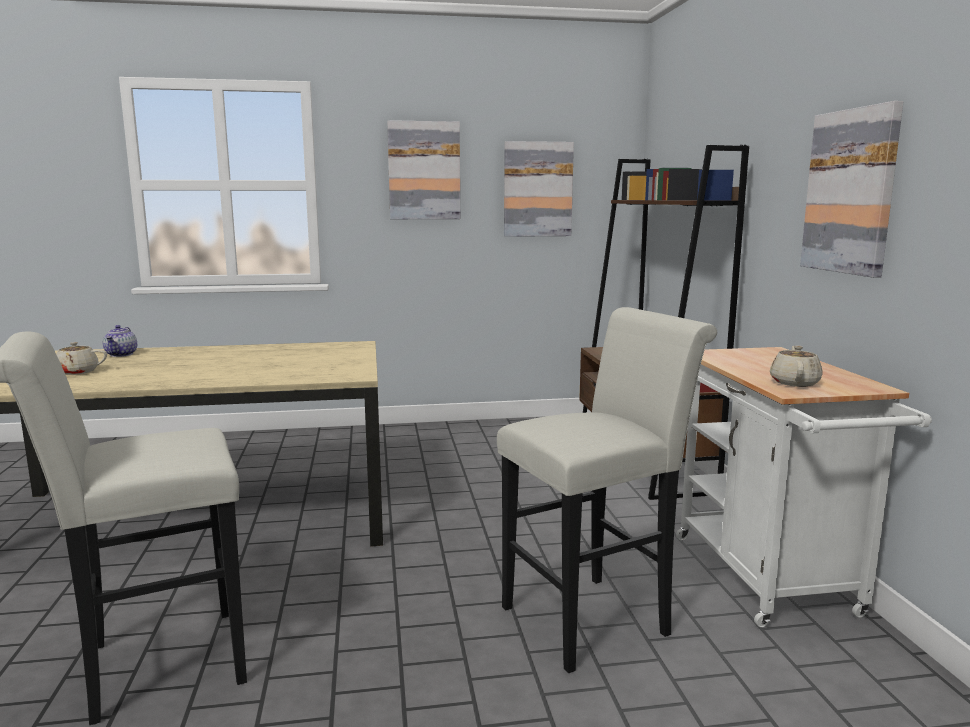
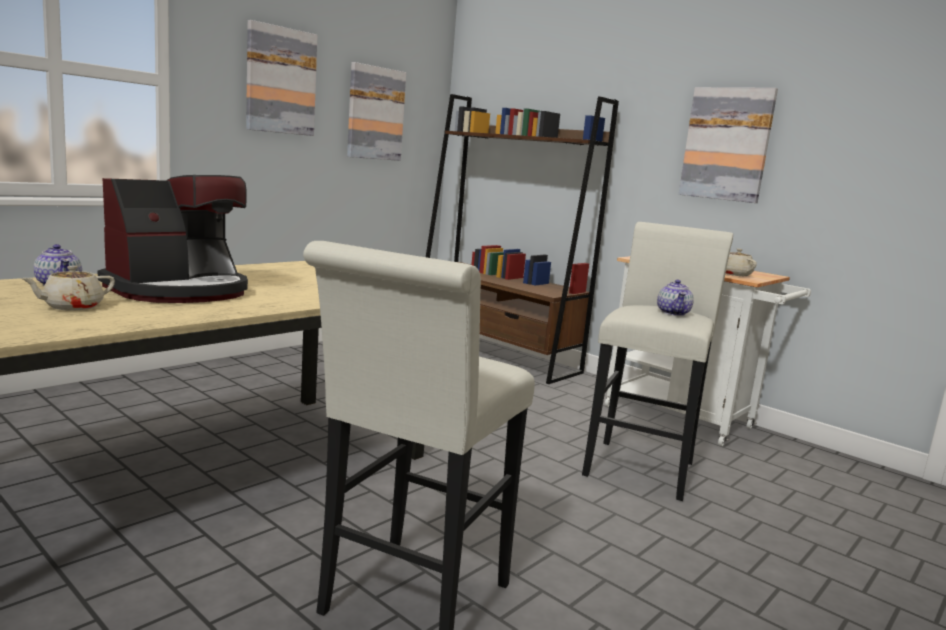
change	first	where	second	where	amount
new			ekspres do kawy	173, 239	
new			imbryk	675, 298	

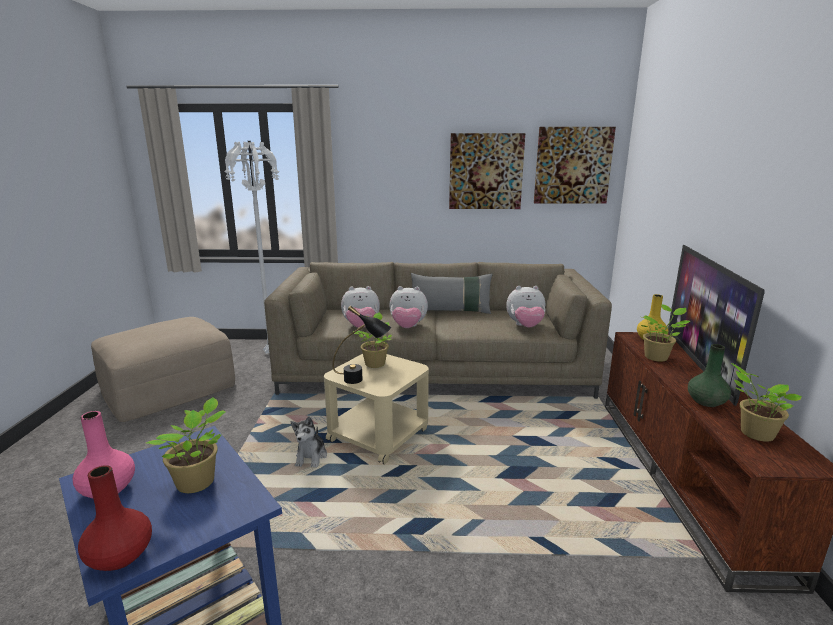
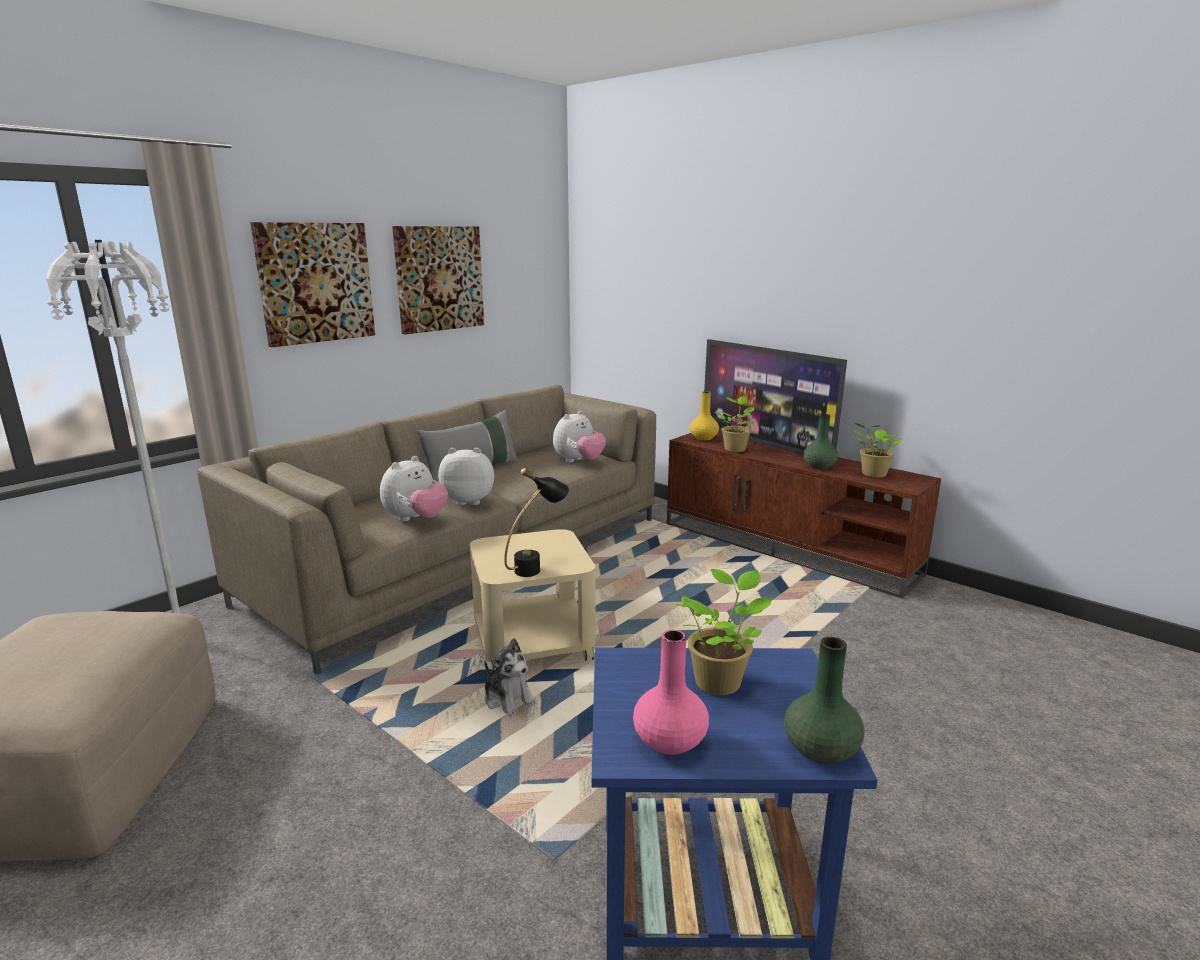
change	first	where	second	where	amount
gone	roślina doniczkowa	372, 340			
shifted	obraz	575, 165		312, 284	
repainted	wazon/czerwony	115, 518	wazon/zielony	824, 700	
rotated	pluszak	408, 307		466, 476	135 degrees counterclockwise

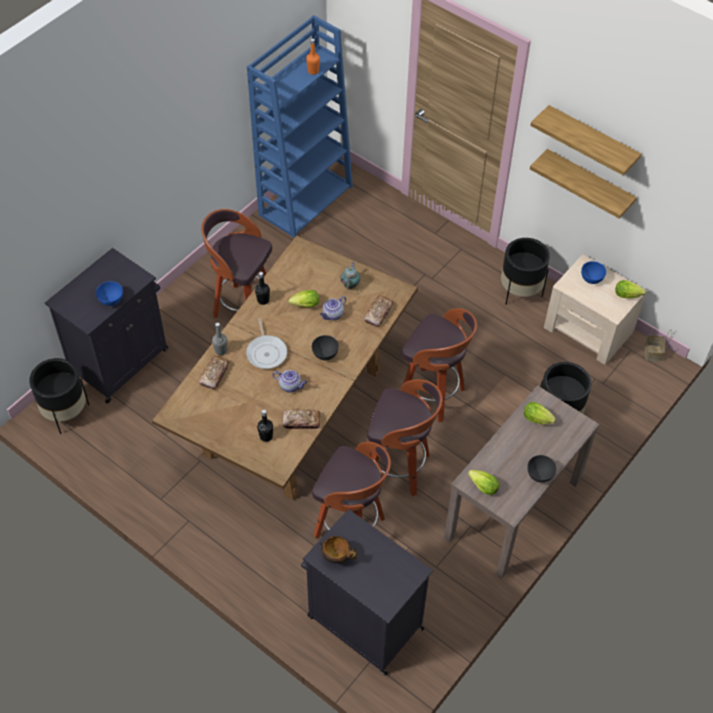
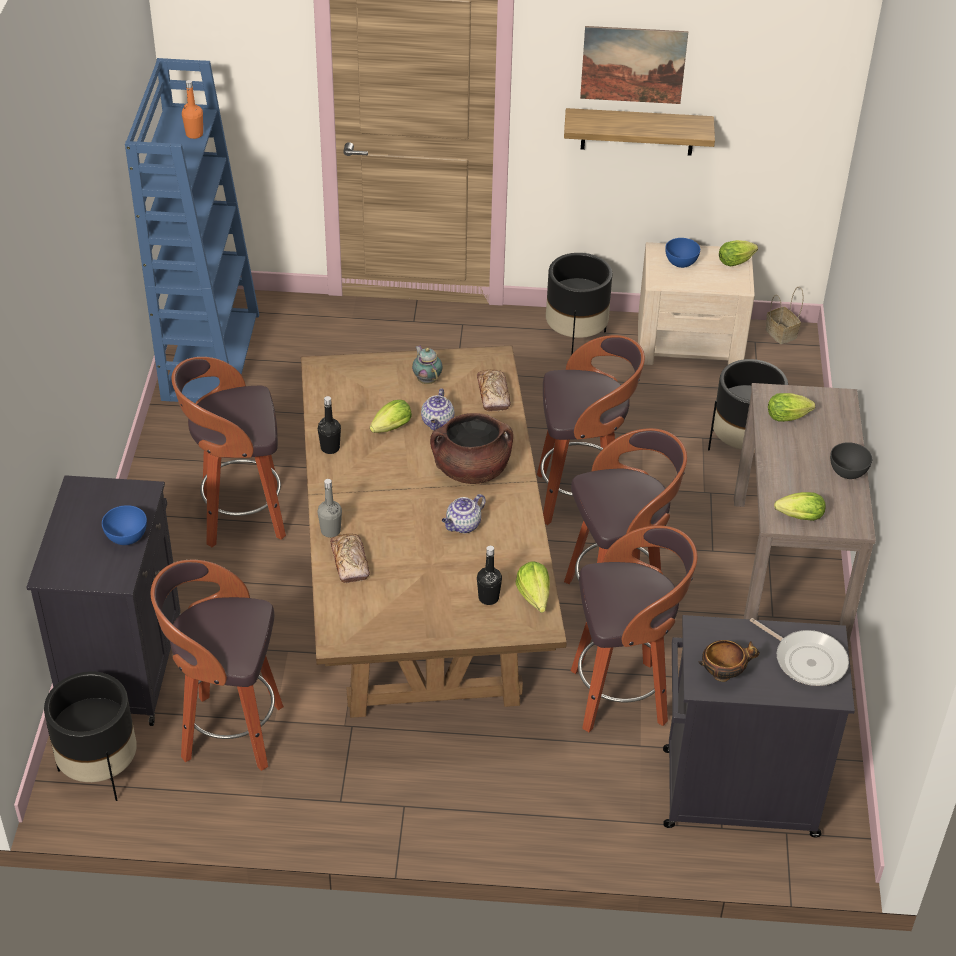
change	first	where	second	where	amount
gone	chleb	302, 419			
new			stołek	217, 665	
new			sałata	533, 587	
shifted	patelnia	266, 343		799, 652	
swapped	miska/szary	325, 347	garnek/brązowy	471, 448	
swapped	półka	585, 140	obraz	634, 65	
rotated	imbryk	290, 381		464, 513	150 degrees clockwise

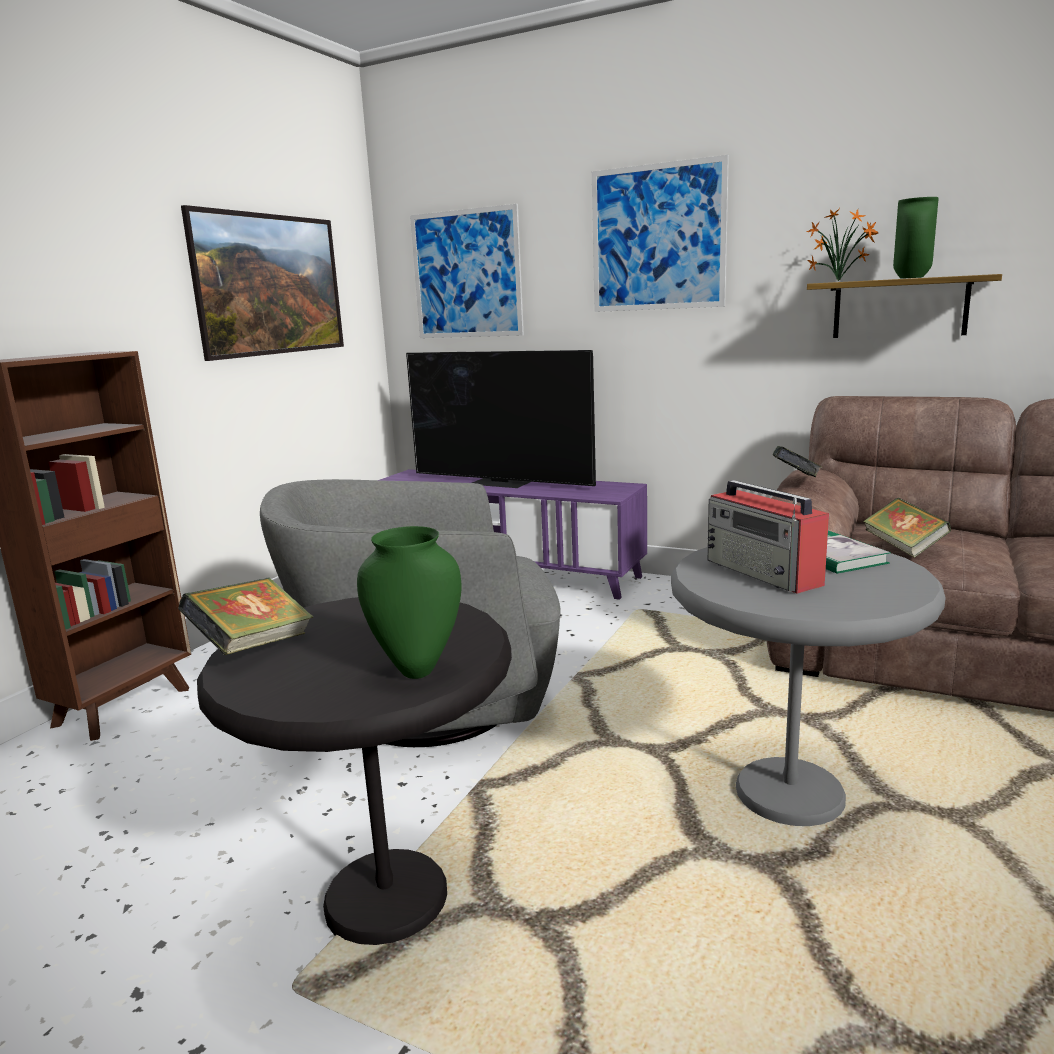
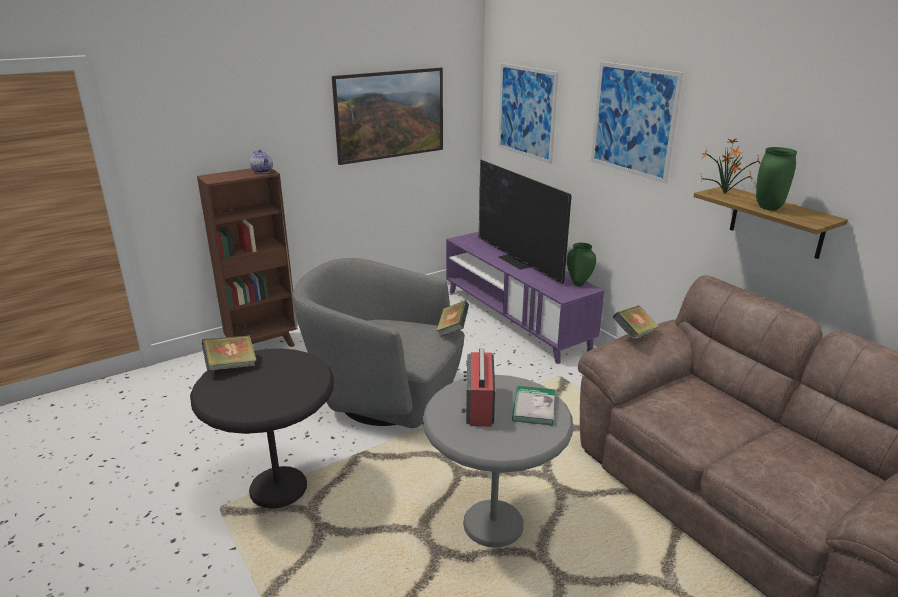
change	first	where	second	where	amount
new			imbryk	261, 161	
shifted	wazon/zielony	409, 602		581, 264	
shifted	książka	907, 528		453, 319	

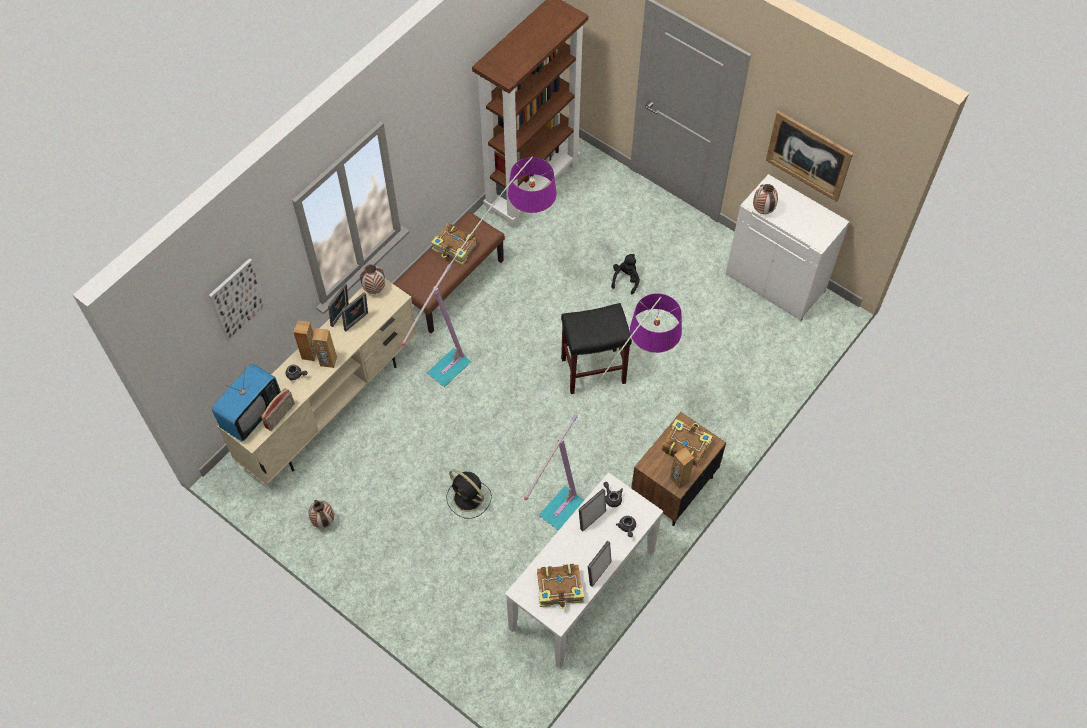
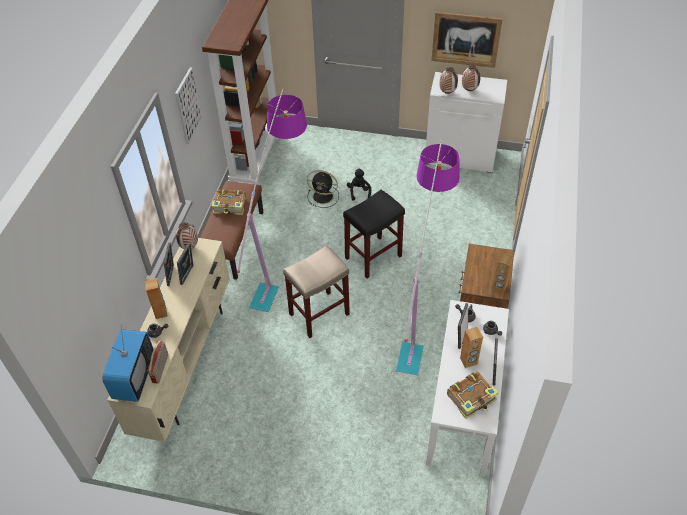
change	first	where	second	where	amount
gone	książka	687, 443			
new			stołek/beżowy	316, 291	
shifted	obraz	238, 300		188, 105	
shifted	wazon	321, 514		471, 78	
shifted	głośnik/brązowy	324, 348		471, 347	
shifted	wentylator/czarny	469, 494		323, 189	

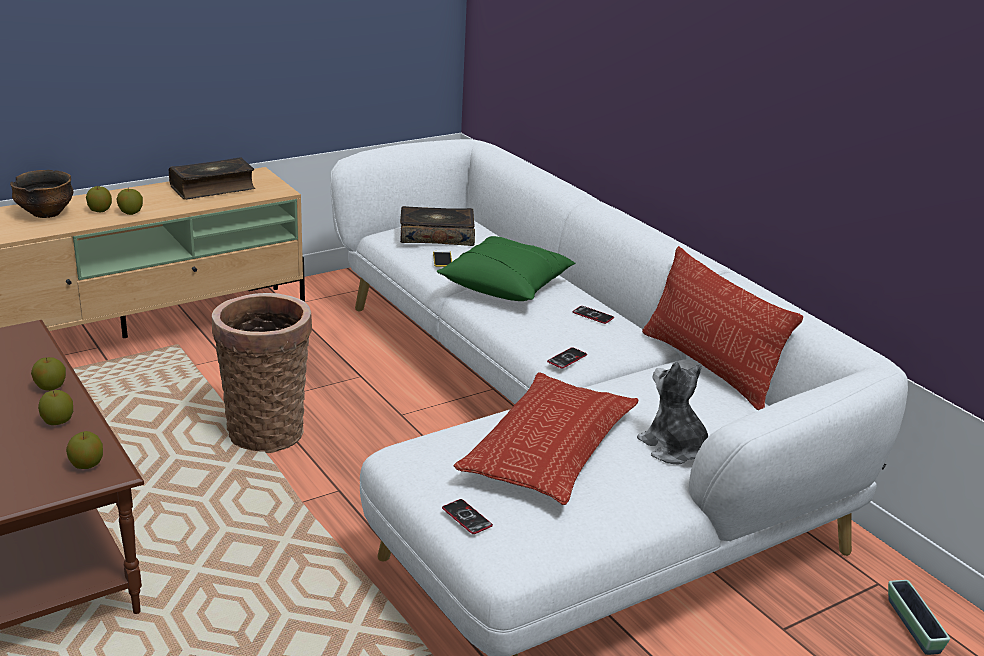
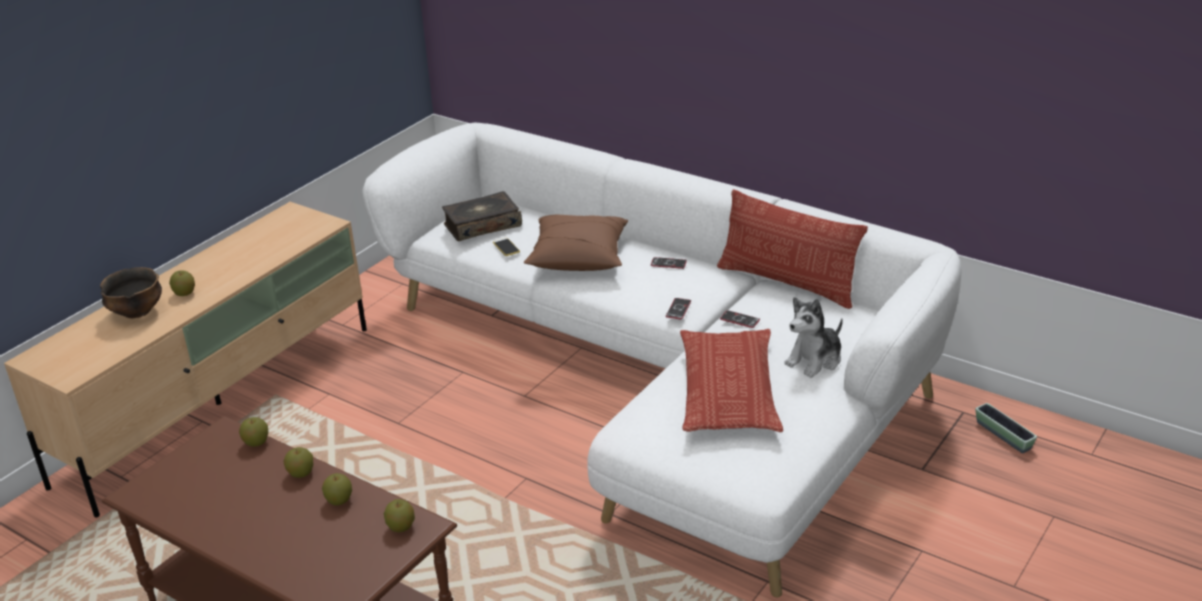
change	first	where	second	where	amount
gone	książka	212, 178			
gone	koszyk	262, 373			
shifted	jabłko	129, 201		253, 432	
shifted	telefon	467, 516		740, 319	
repainted	poduszka/zielony	506, 268	poduszka/brązowy	576, 242	
rotated	pluszak	672, 412		813, 337	75 degrees counterclockwise

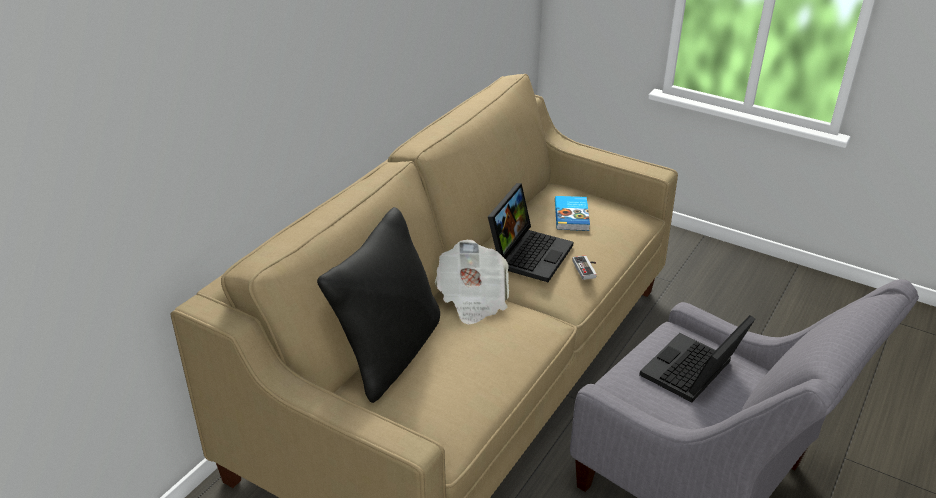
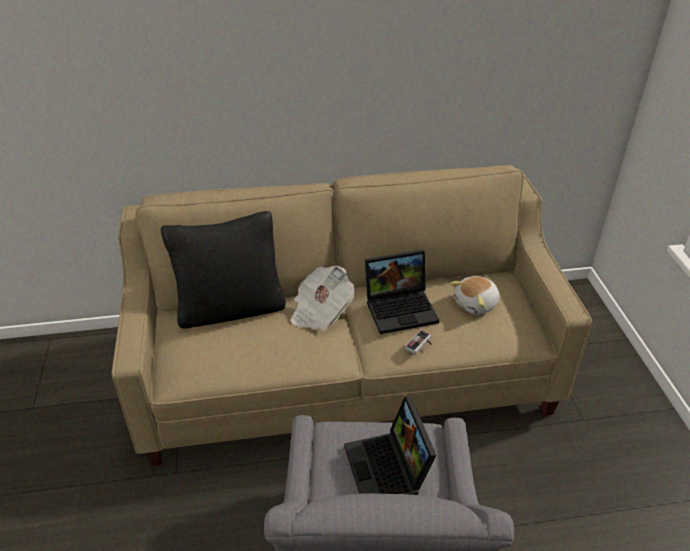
change	first	where	second	where	amount
swapped	książka	572, 213	pluszak	475, 295	
rotated	laptop	697, 358		390, 445	105 degrees counterclockwise

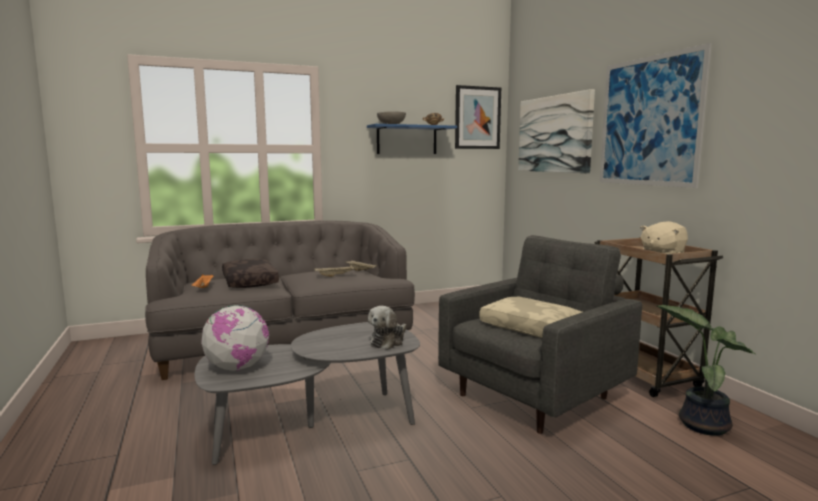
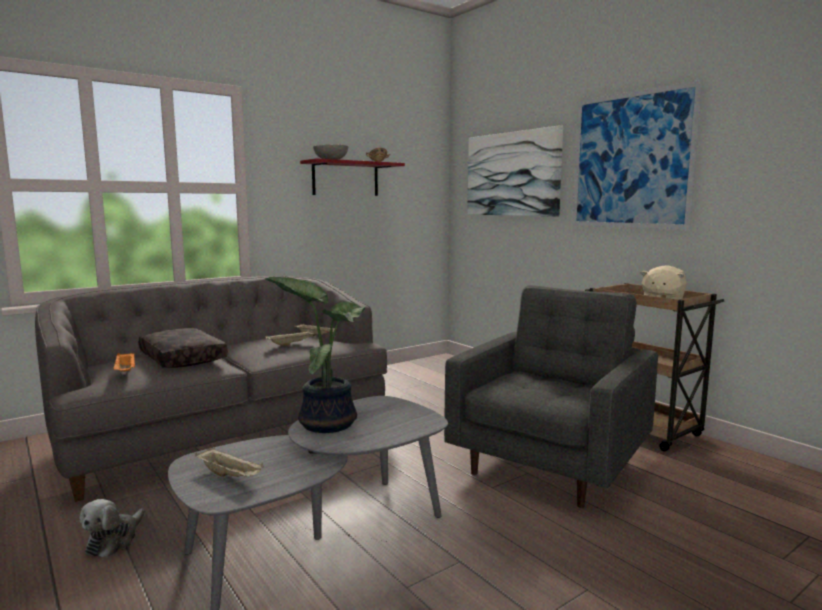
change	first	where	second	where	amount
gone	obraz	478, 117			
gone	poduszka/beżowy	530, 317			
shifted	pluszak	387, 328		112, 528	
shifted	roślina doniczkowa	706, 370		314, 354	
swapped	globus	235, 338	taca/beżowy	229, 462	
repainted	półka/niebieski	412, 139	półka/czerwony	352, 177	

